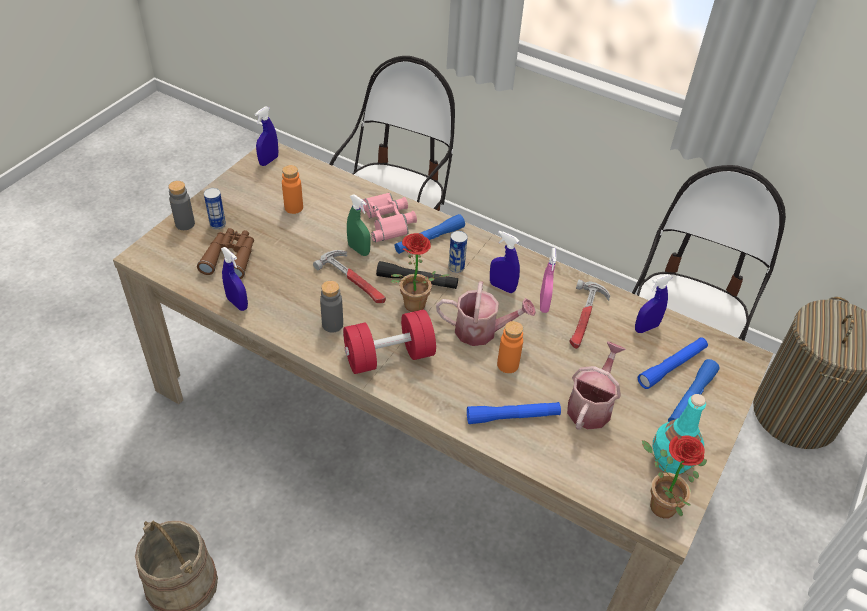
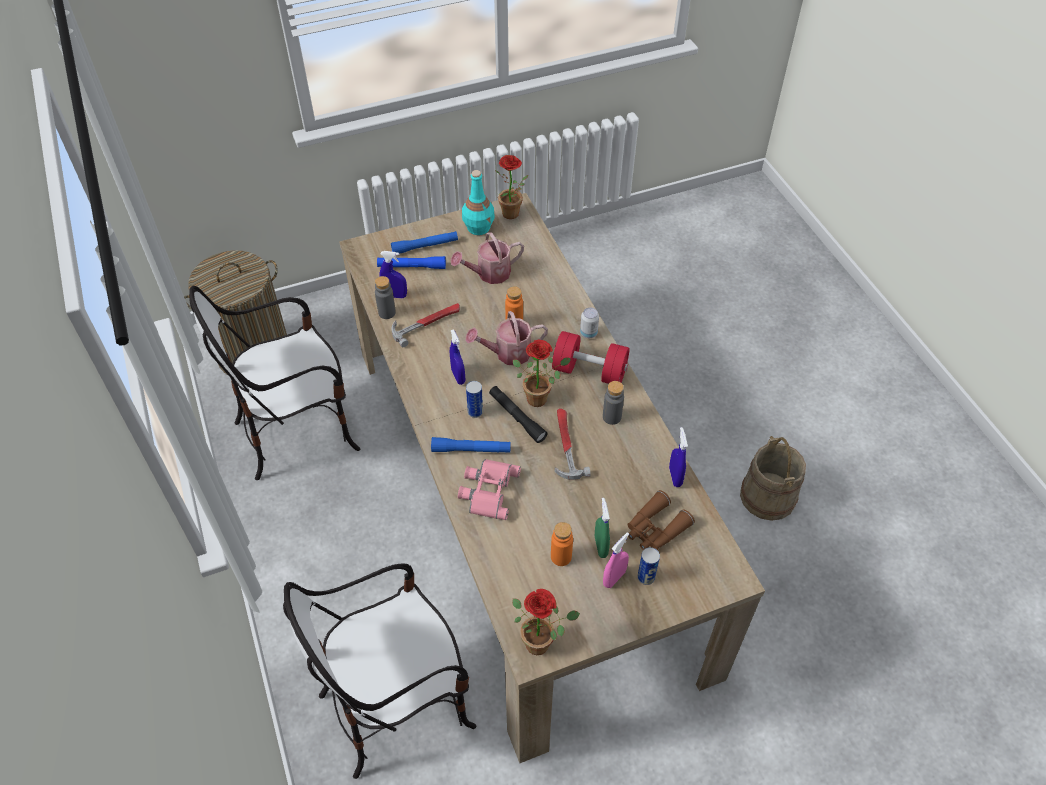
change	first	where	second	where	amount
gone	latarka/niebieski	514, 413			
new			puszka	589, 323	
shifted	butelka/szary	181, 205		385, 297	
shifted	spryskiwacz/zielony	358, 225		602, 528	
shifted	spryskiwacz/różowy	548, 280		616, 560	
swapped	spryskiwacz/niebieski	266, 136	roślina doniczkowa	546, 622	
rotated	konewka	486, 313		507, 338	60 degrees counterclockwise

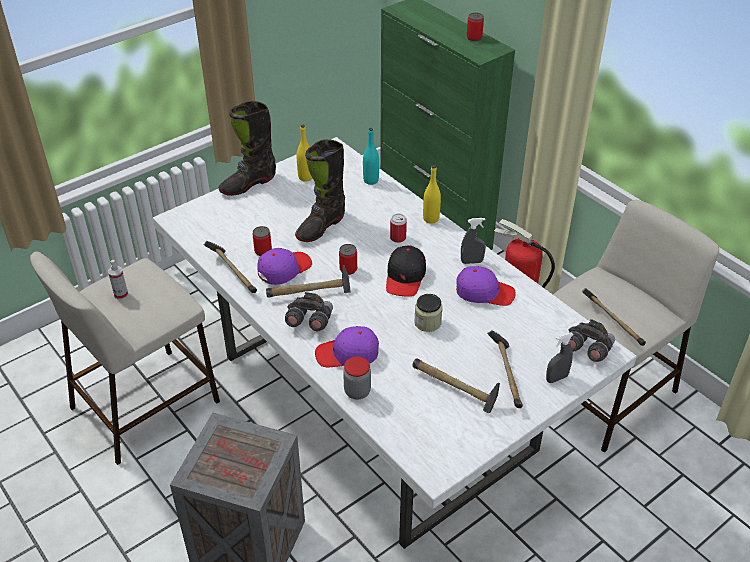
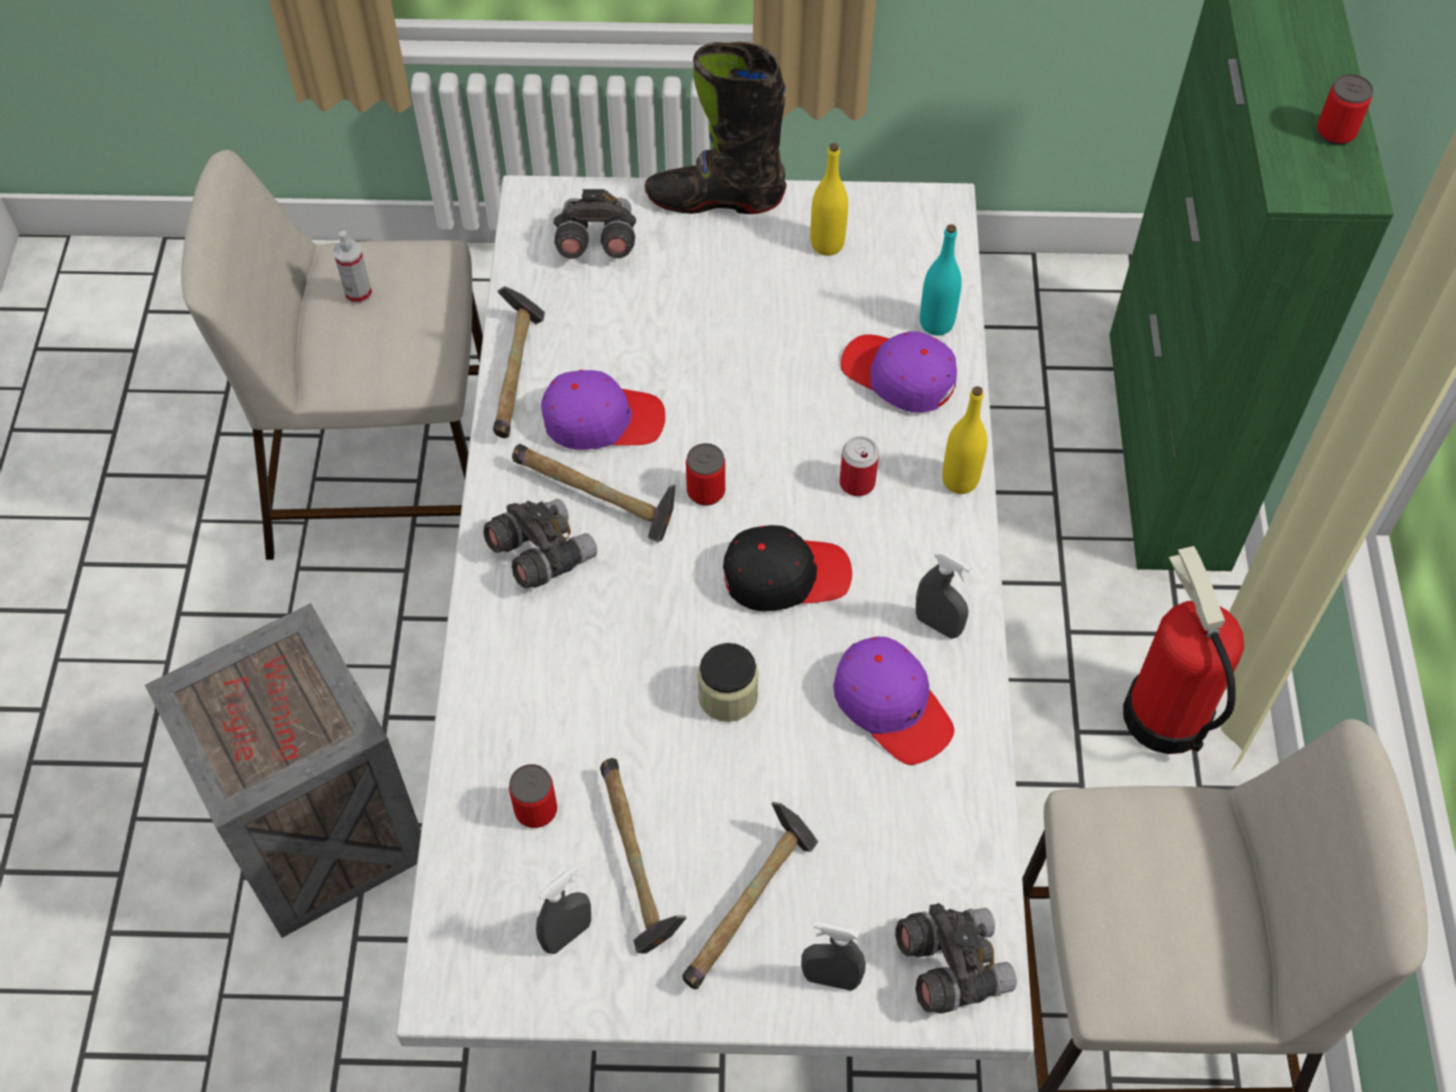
change	first	where	second	where	amount
gone	but z cholewką/czarny	320, 190			
gone	słoik	357, 378			
gone	młotek	614, 317			
new			spryskiwacz/szary	563, 910	
new			lornetka/szary	594, 224	
shifted	puszka	262, 241		533, 796	
shifted	czapka z daszkiem/fioletowy	347, 346		898, 372	
rotated	czapka z daszkiem/czarny	406, 271		787, 568	150 degrees counterclockwise

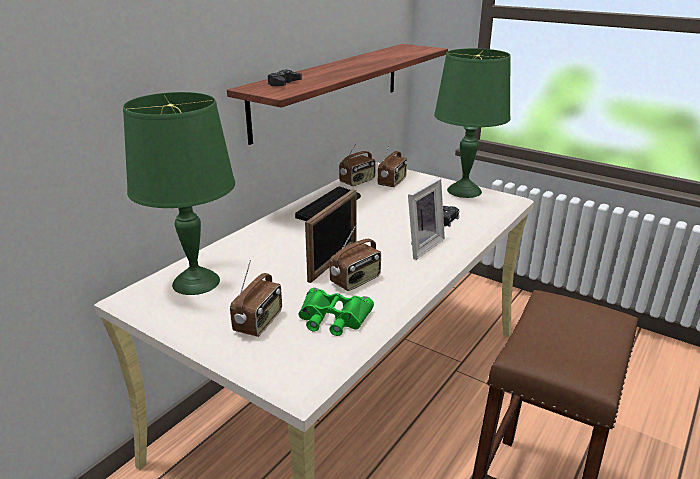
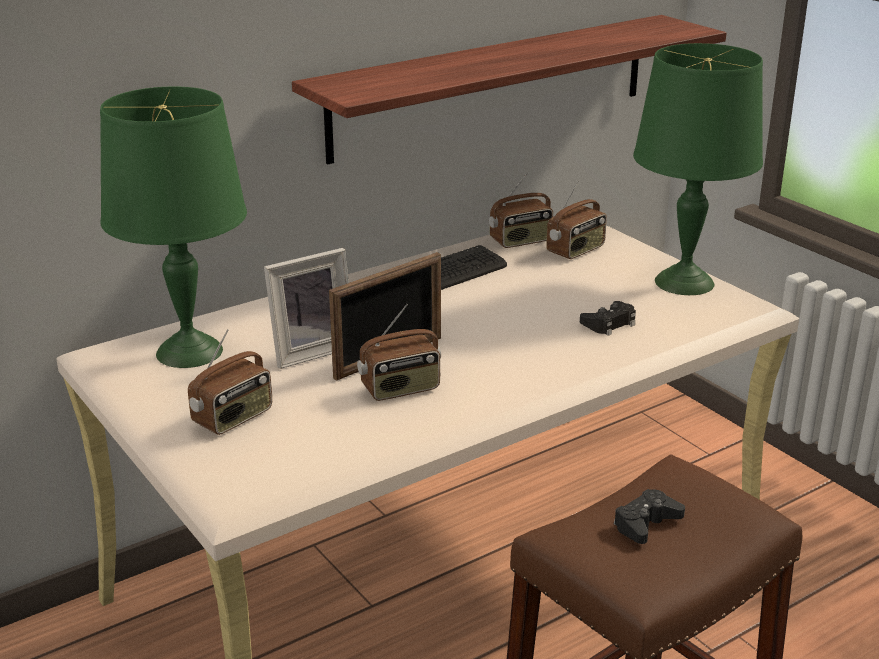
change	first	where	second	where	amount
gone	lornetka/zielony	336, 312			
shifted	pad do gier/czarny	285, 77		649, 516	
shifted	ramka na zdjęcie	426, 219		306, 308	

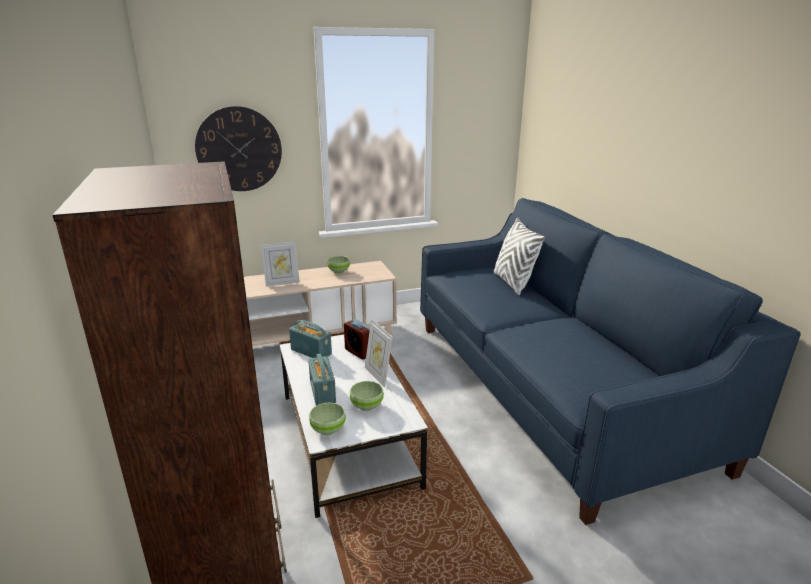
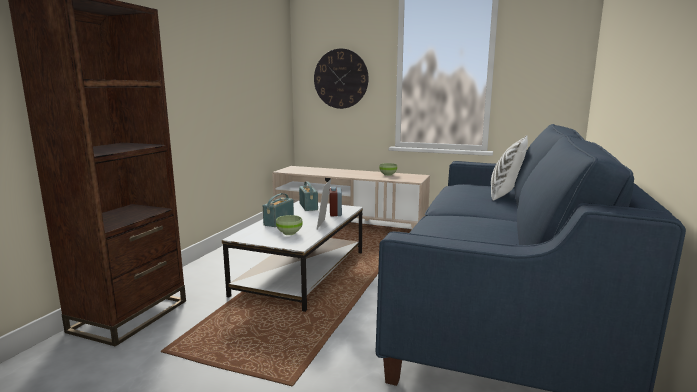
change	first	where	second	where	amount
gone	ramka na zdjęcie	280, 264			
gone	miska/zielony	327, 418			

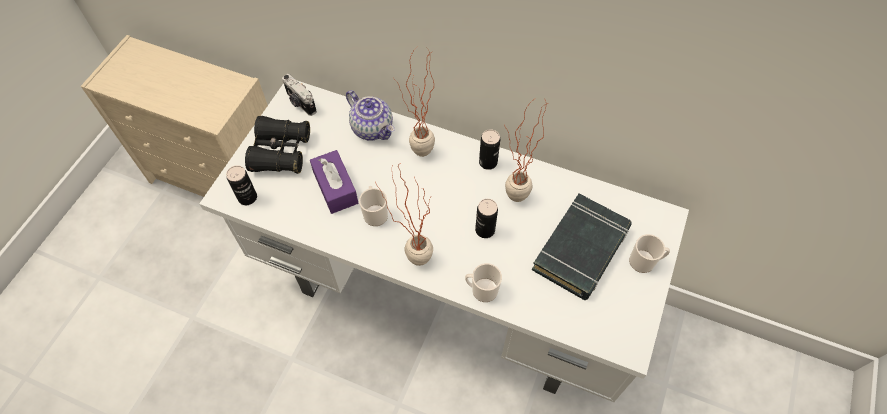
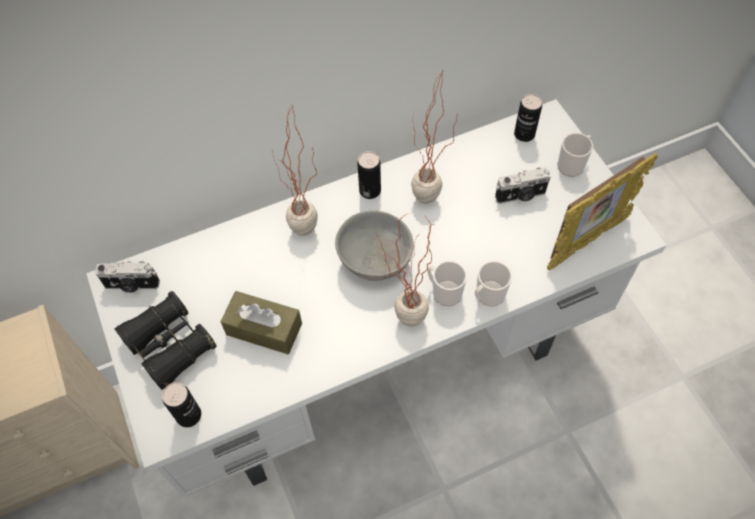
change	first	where	second	where	amount
gone	imbryk	370, 115			
new			miska/szary	374, 246	
new			ramka na zdjęcie	602, 212	
shifted	kubek	373, 206		447, 283	
shifted	puszka	486, 218		528, 118	
swapped	książka/czarny	582, 247	aparat fotograficzny	523, 186	
repainted	pudełko chusteczek/fioletowy	334, 182	pudełko chusteczek/brązowy	261, 322	

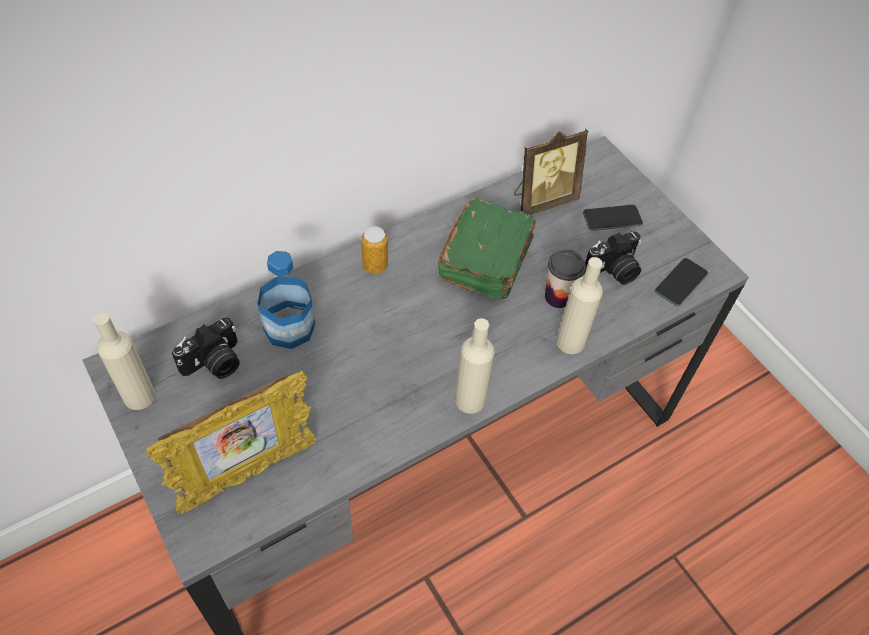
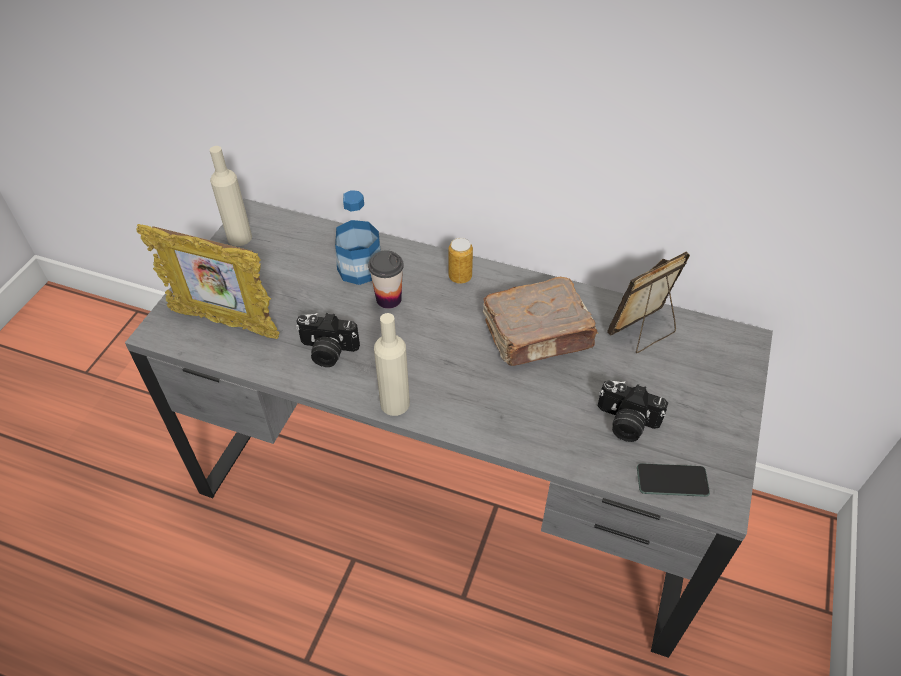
change	first	where	second	where	amount
gone	butelka/beżowy	579, 305			
gone	telefon	613, 218			
shifted	aparat fotograficzny	206, 348		328, 340	
shifted	filiżanka	565, 278		386, 279	
repainted	książka/zielony	487, 248	książka/brązowy	540, 321	
rotated	ramka na zdjęcie	551, 172		648, 302	120 degrees clockwise

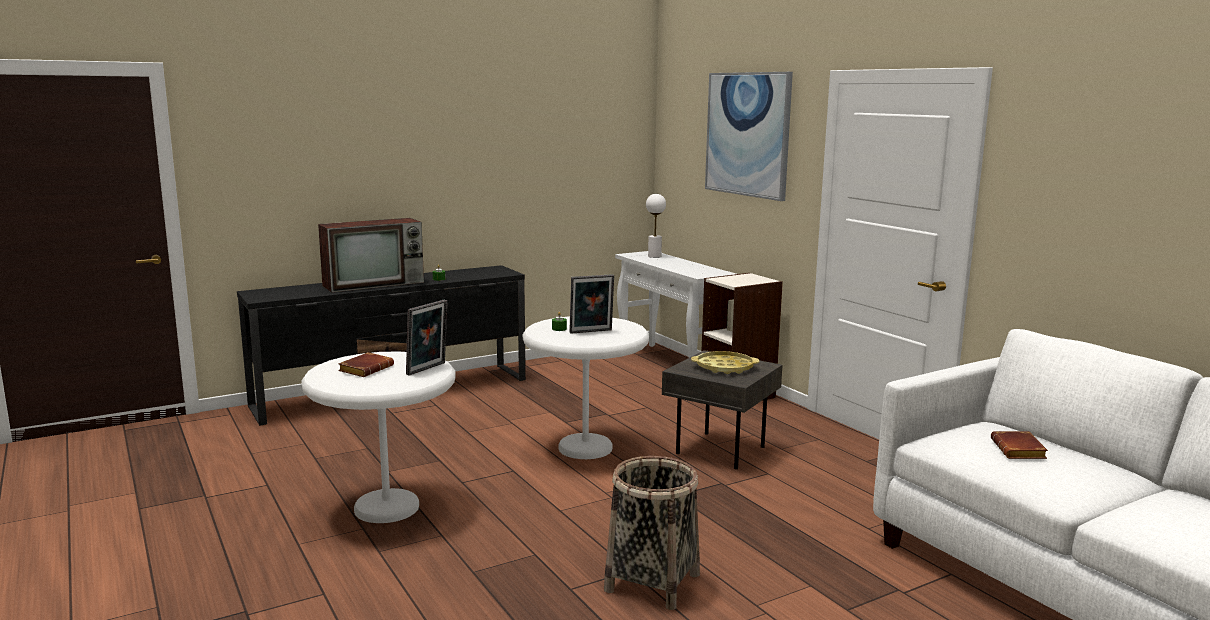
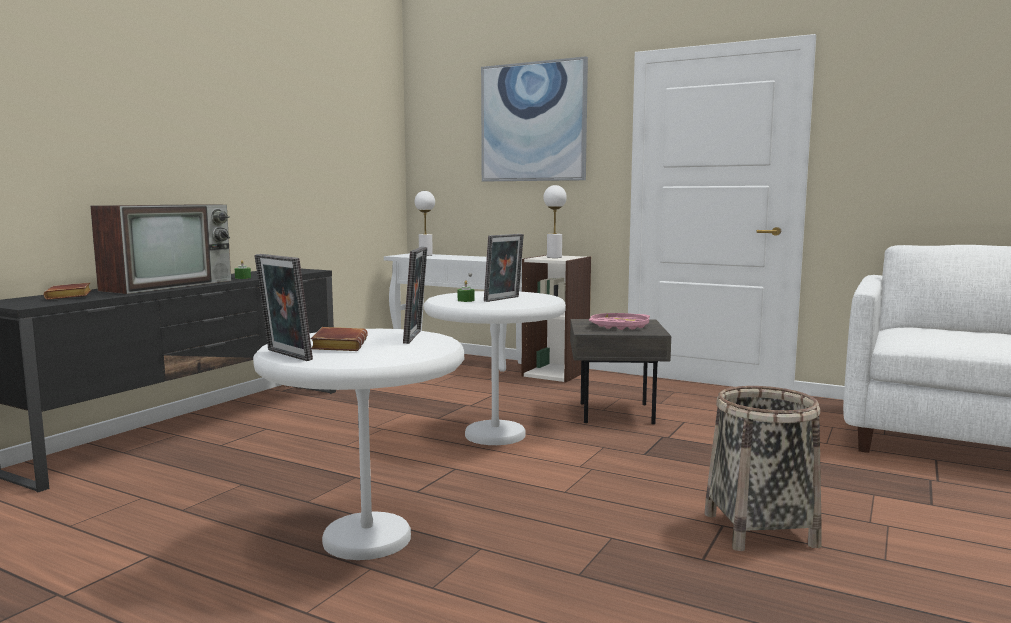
change	first	where	second	where	amount
new			ramka na zdjęcie	283, 307	
new			lampa stołowa/biały	555, 221	
shifted	książka/brązowy	1019, 445		67, 291	
repainted	taca/żółty	725, 362	taca/różowy	619, 321	

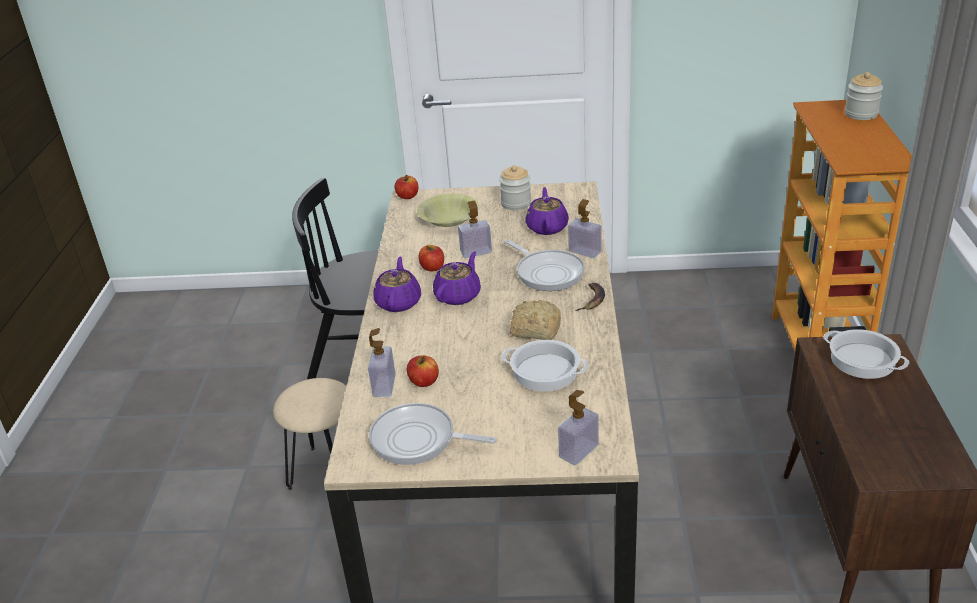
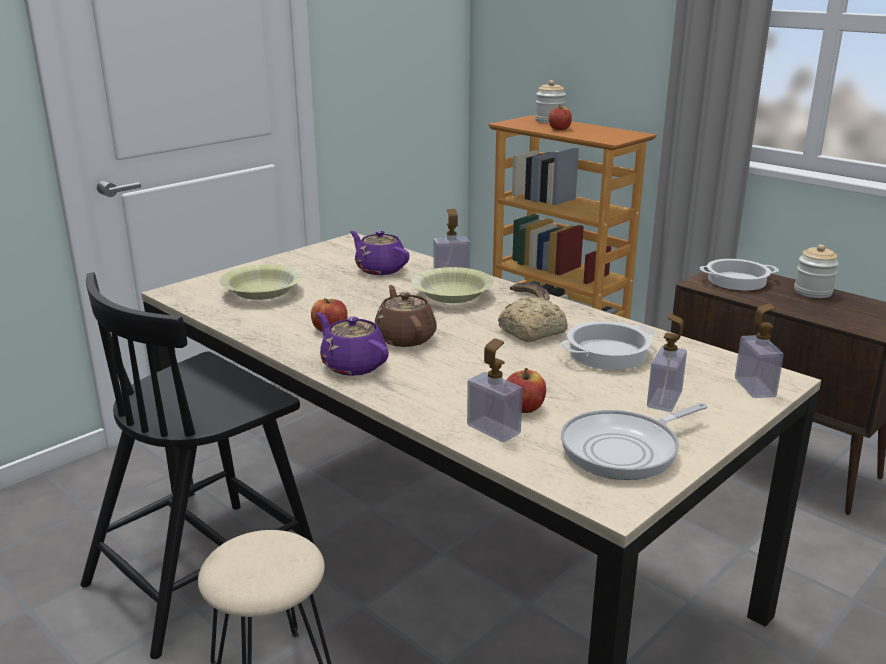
change	first	where	second	where	amount
shifted	jabłko	407, 187		560, 117	
shifted	dozownik mydła	475, 229		667, 363	
shifted	słoik	515, 187		816, 271	
swapped	patelnia	544, 265	miska/żółty	452, 285	
repainted	imbryk/fioletowy	457, 278	imbryk/brązowy	406, 316	

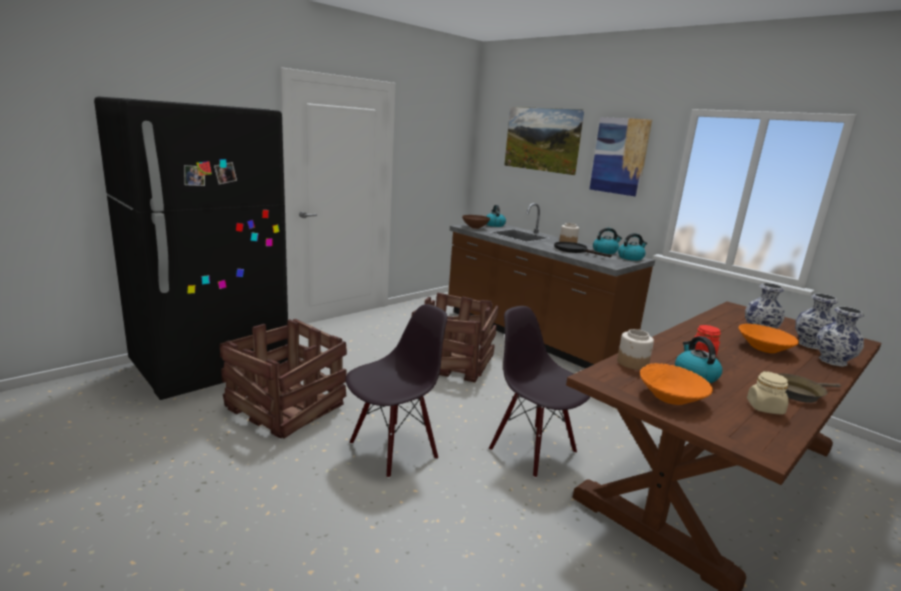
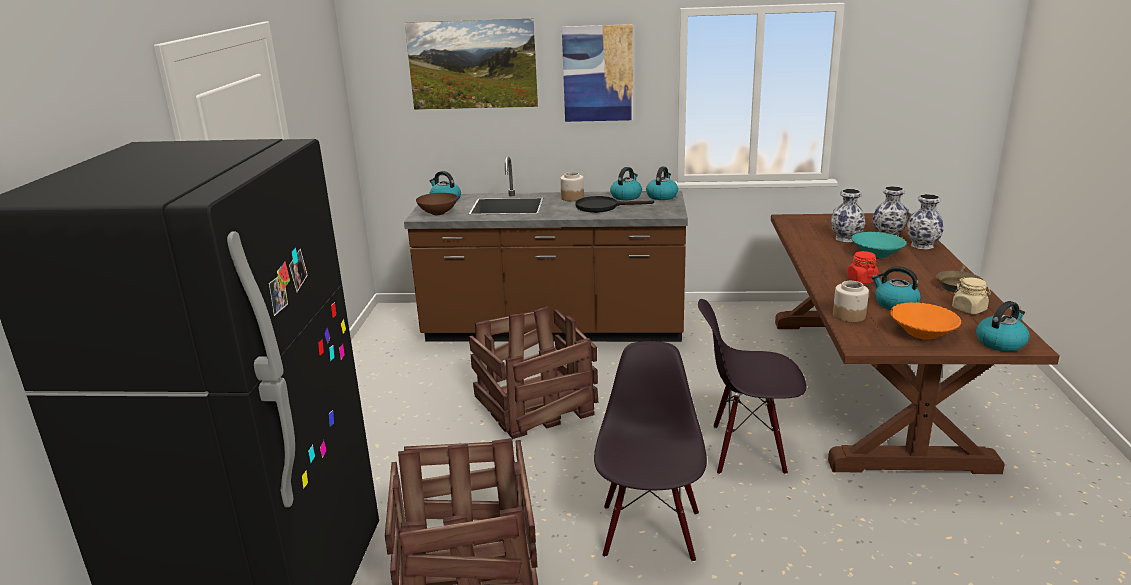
change	first	where	second	where	amount
new			czajnik	1003, 326	
repainted	miska/pomarańczowy	768, 338	miska/turkusowy	878, 245	

